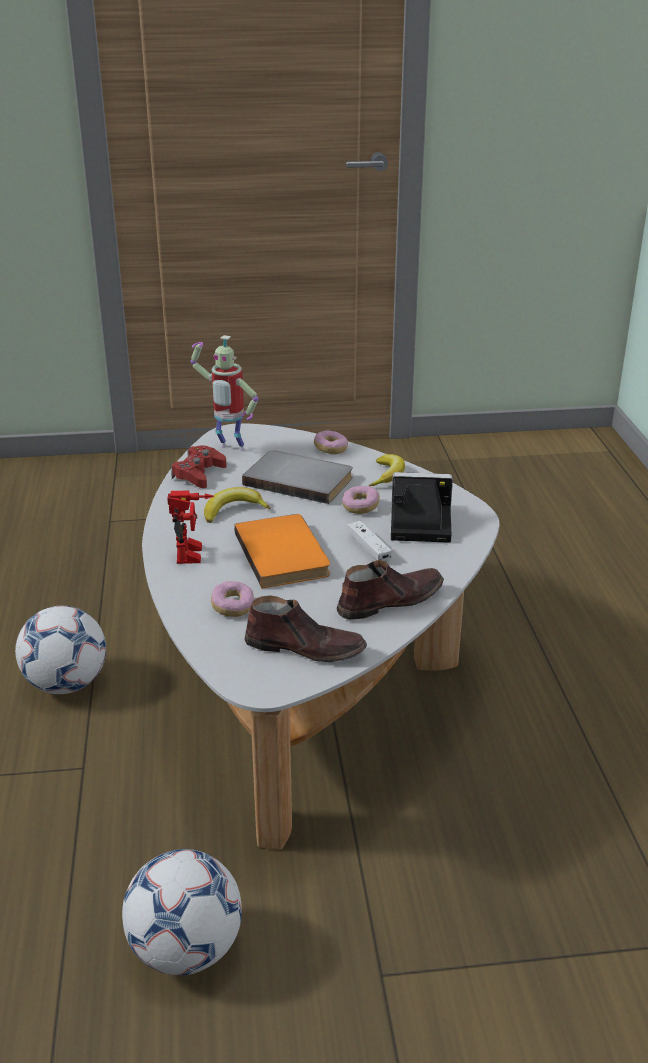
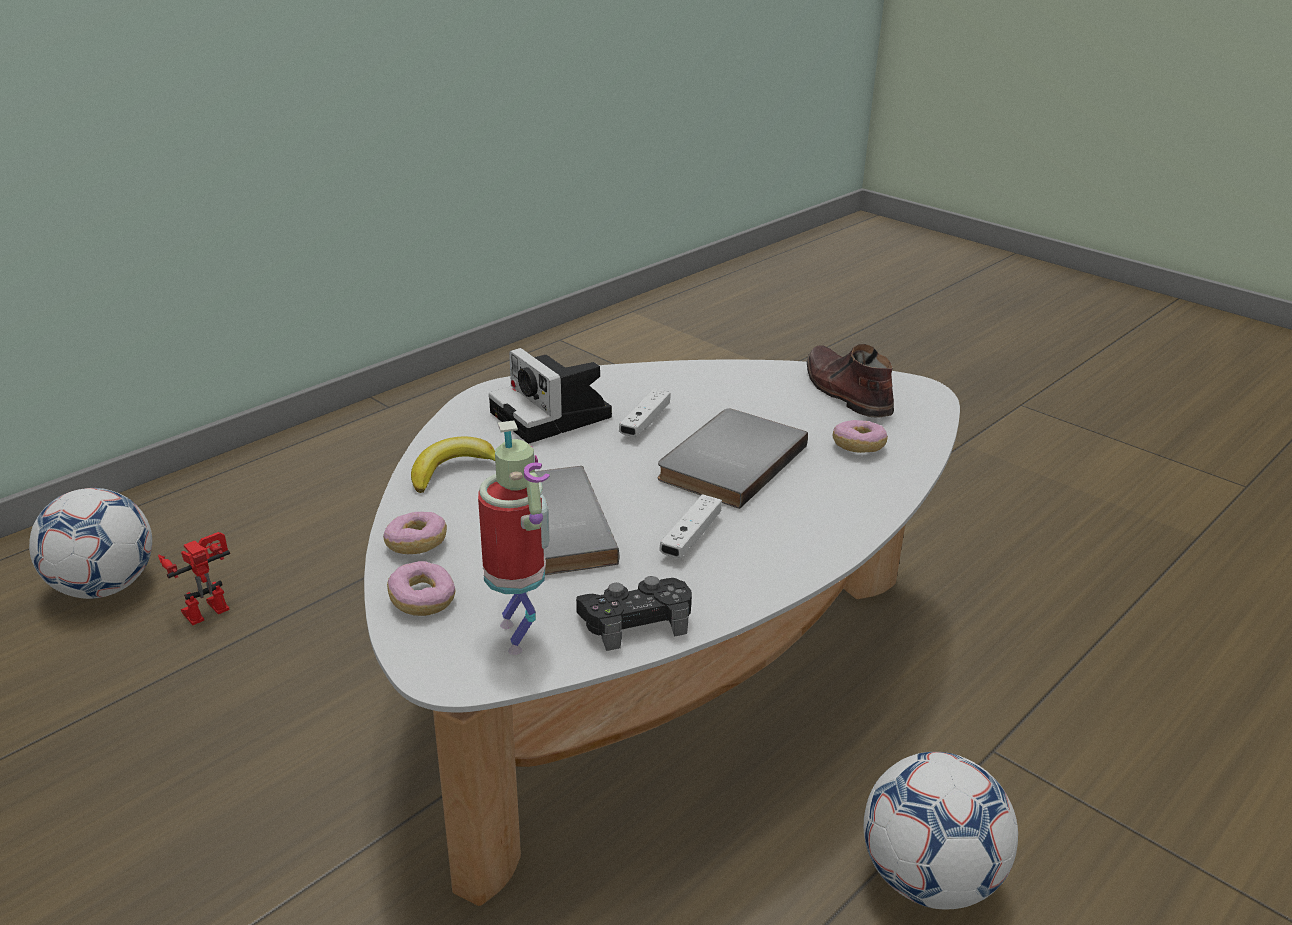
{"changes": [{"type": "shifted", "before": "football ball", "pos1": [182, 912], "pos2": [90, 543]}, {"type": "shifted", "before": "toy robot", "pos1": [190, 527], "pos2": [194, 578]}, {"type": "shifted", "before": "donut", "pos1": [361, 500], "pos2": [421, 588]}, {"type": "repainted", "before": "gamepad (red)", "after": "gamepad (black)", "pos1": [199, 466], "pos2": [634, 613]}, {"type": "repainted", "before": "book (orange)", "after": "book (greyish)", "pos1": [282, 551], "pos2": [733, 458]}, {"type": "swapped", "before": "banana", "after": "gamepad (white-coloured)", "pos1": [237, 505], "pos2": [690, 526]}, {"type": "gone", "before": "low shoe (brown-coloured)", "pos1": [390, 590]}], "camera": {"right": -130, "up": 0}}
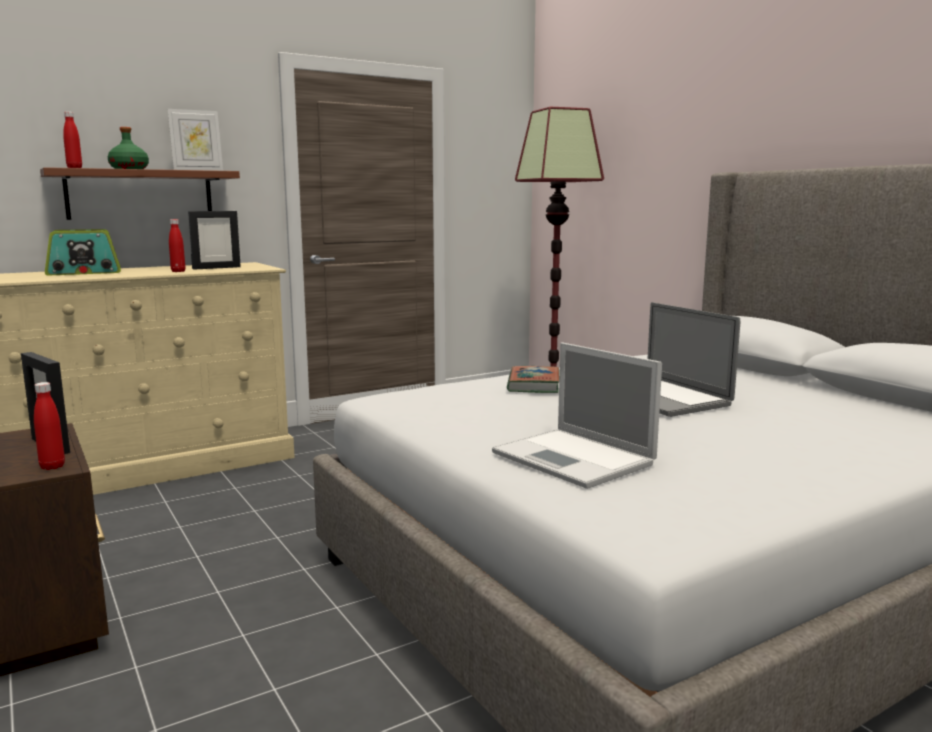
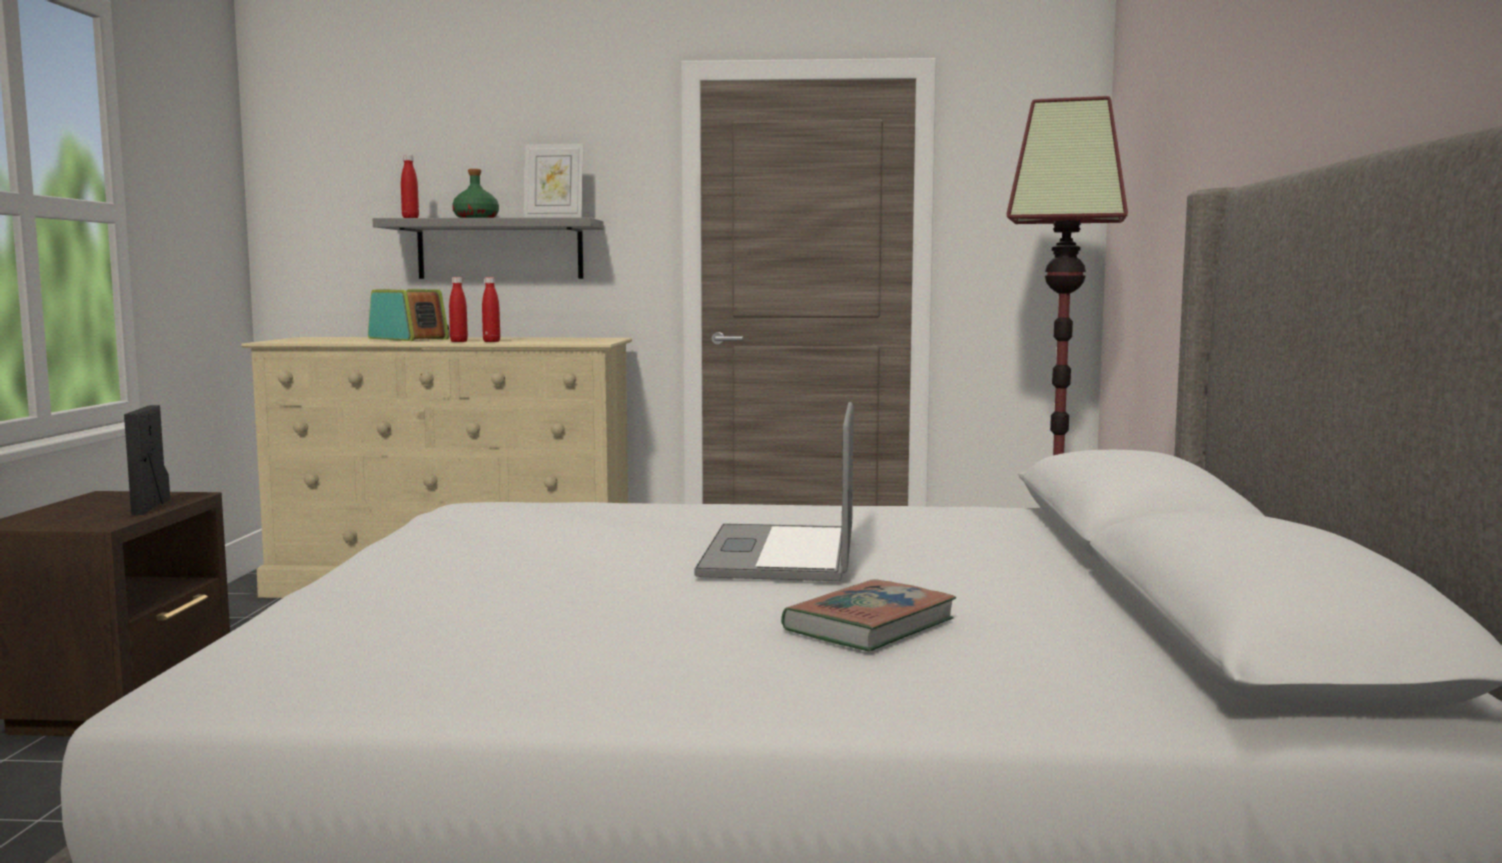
{"changes": [{"type": "rotated", "before": "radio set", "pos1": [83, 252], "pos2": [408, 315], "turn": -150}, {"type": "repainted", "before": "shelf (brown-coloured)", "after": "shelf (greyish)", "pos1": [140, 193], "pos2": [488, 248]}, {"type": "shifted", "before": "beverage bottle (red)", "pos1": [49, 426], "pos2": [458, 309]}, {"type": "shifted", "before": "book", "pos1": [533, 379], "pos2": [868, 615]}, {"type": "gone", "before": "picture frame", "pos1": [214, 240]}, {"type": "gone", "before": "laptop", "pos1": [577, 415]}], "camera": {"right": 35, "up": -5}}
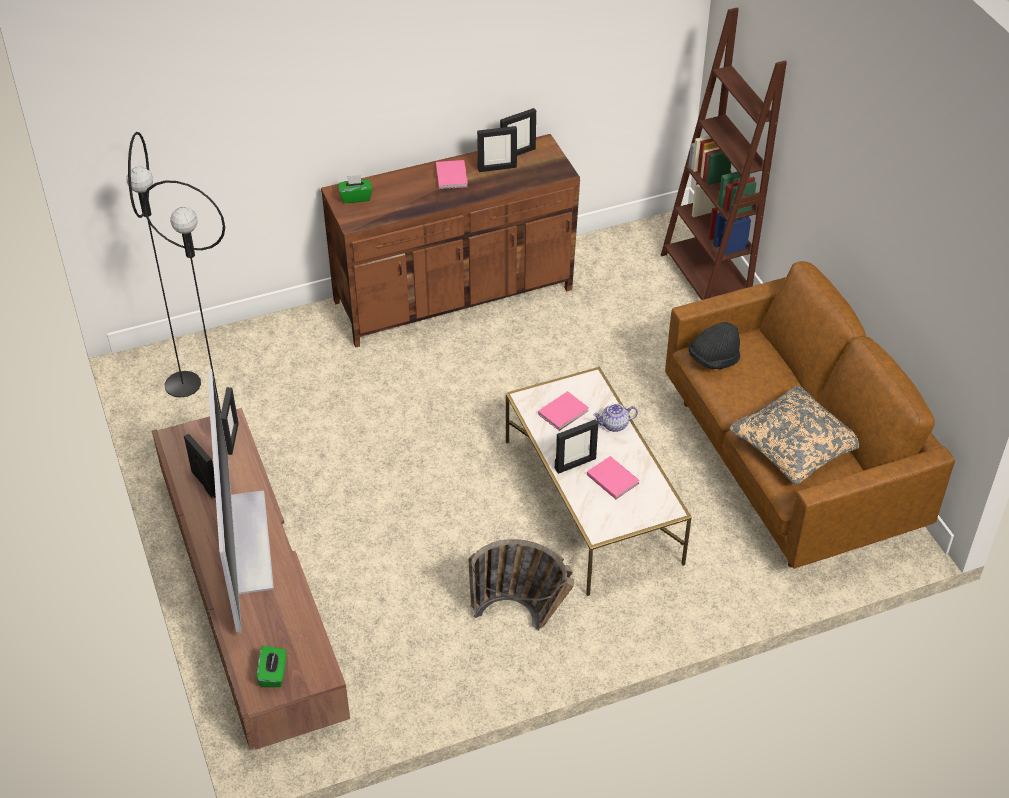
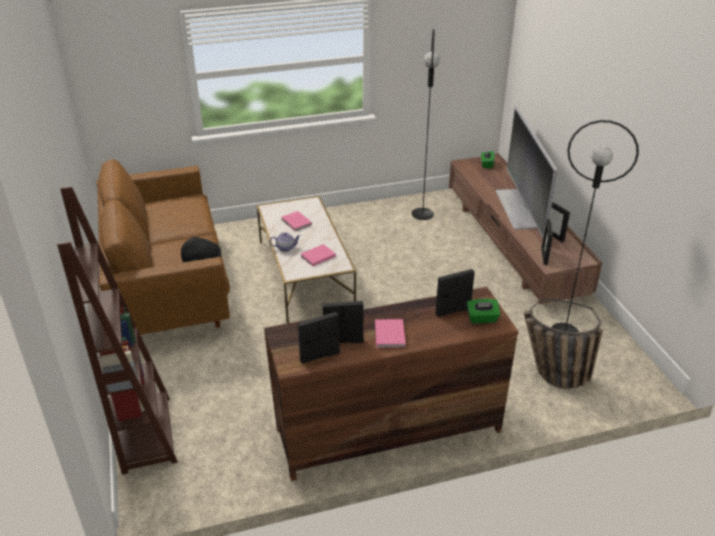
{"changes": [{"type": "shifted", "before": "standing lamp (black)", "pos1": [164, 265], "pos2": [426, 124]}, {"type": "shifted", "before": "picture frame", "pos1": [576, 446], "pos2": [455, 293]}, {"type": "shifted", "before": "basket", "pos1": [521, 585], "pos2": [563, 344]}, {"type": "gone", "before": "throw pillow (greyish)", "pos1": [794, 434]}], "camera": {"right": -175, "up": -10}}
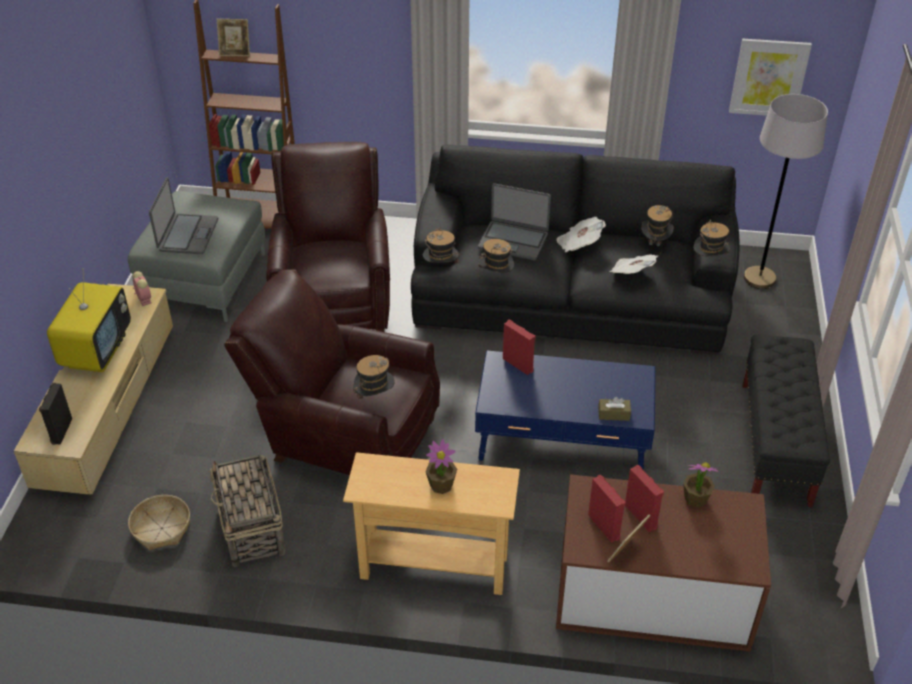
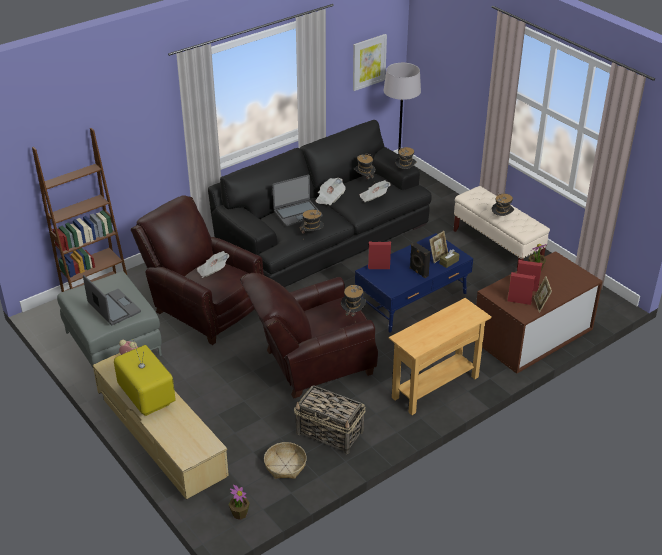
{"changes": [{"type": "new", "after": "daily paper", "pos2": [213, 264]}, {"type": "shifted", "before": "potted plant", "pos1": [441, 466], "pos2": [239, 502]}, {"type": "shifted", "before": "audio speaker (black)", "pos1": [55, 414], "pos2": [420, 260]}, {"type": "shifted", "before": "picture frame", "pos1": [233, 37], "pos2": [438, 247]}, {"type": "repainted", "before": "long seat (black)", "after": "long seat (beige)", "pos1": [786, 421], "pos2": [502, 228]}, {"type": "shifted", "before": "wearable hat", "pos1": [441, 244], "pos2": [503, 204]}], "camera": {"right": -45, "up": -5}}
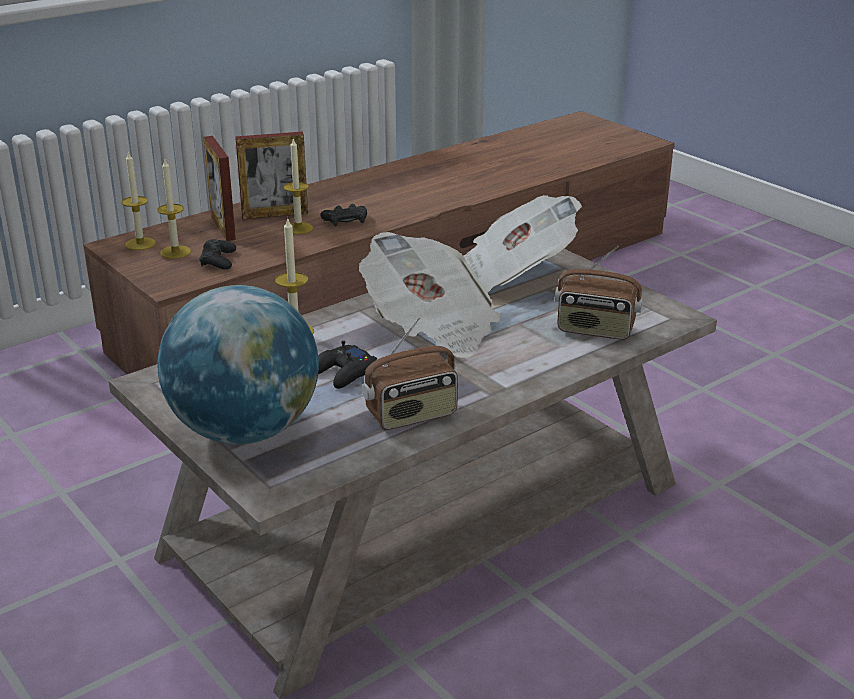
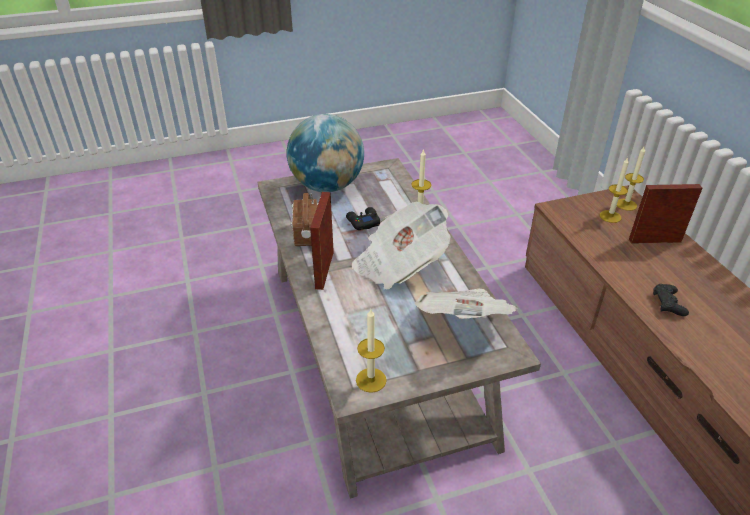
{"changes": [{"type": "shifted", "before": "picture frame", "pos1": [271, 175], "pos2": [322, 241]}, {"type": "shifted", "before": "wax light", "pos1": [298, 185], "pos2": [371, 351]}, {"type": "gone", "before": "gamepad (black)", "pos1": [217, 254]}, {"type": "gone", "before": "radio set", "pos1": [599, 293]}], "camera": {"right": 110, "up": 10}}
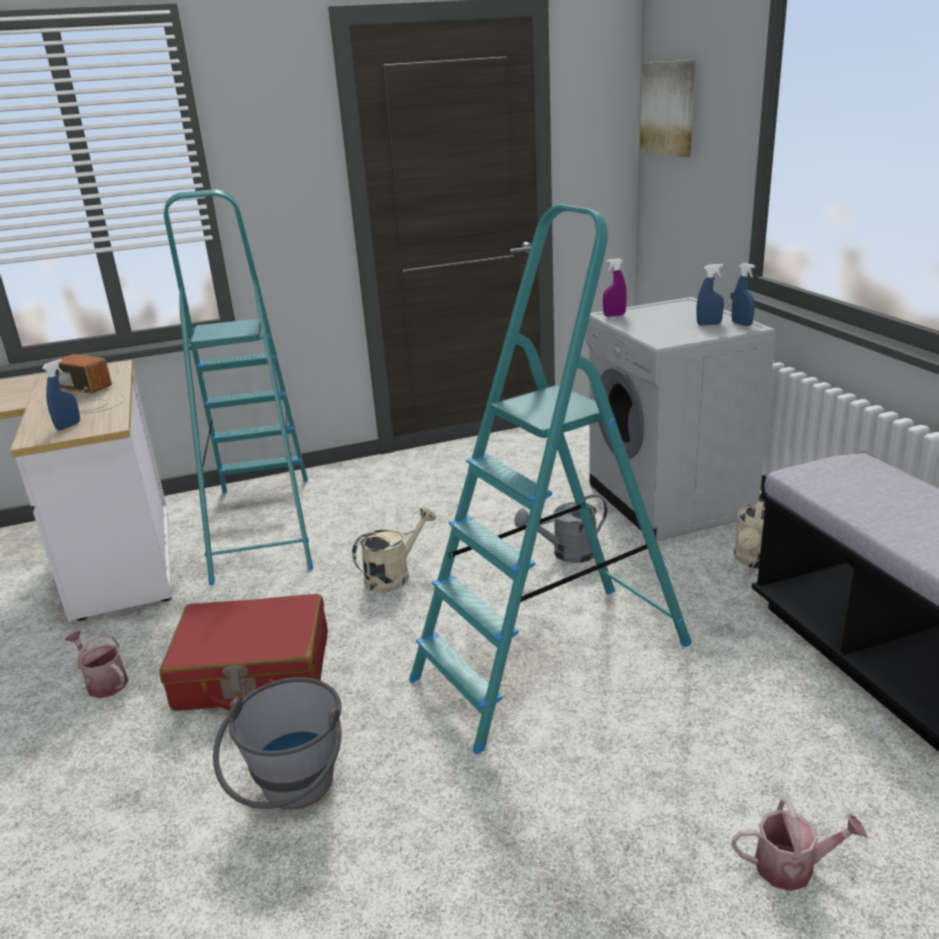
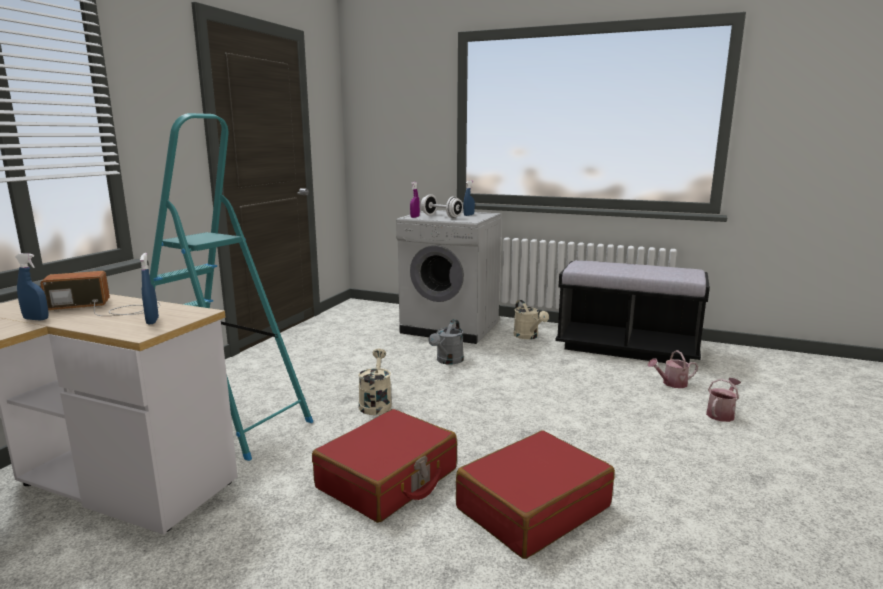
{"changes": [{"type": "shifted", "before": "spray bottle (bluish)", "pos1": [743, 294], "pos2": [32, 287]}, {"type": "new", "after": "dumbbell (white-coloured)", "pos2": [442, 206]}, {"type": "swapped", "before": "pail (greyish)", "after": "suitcase (red)", "pos1": [277, 743], "pos2": [535, 494]}, {"type": "shifted", "before": "watering can", "pos1": [96, 664], "pos2": [673, 369]}, {"type": "gone", "before": "step stool (blue-green)", "pos1": [550, 479]}, {"type": "gone", "before": "wall art", "pos1": [667, 108]}], "camera": {"right": -50, "up": -10}}
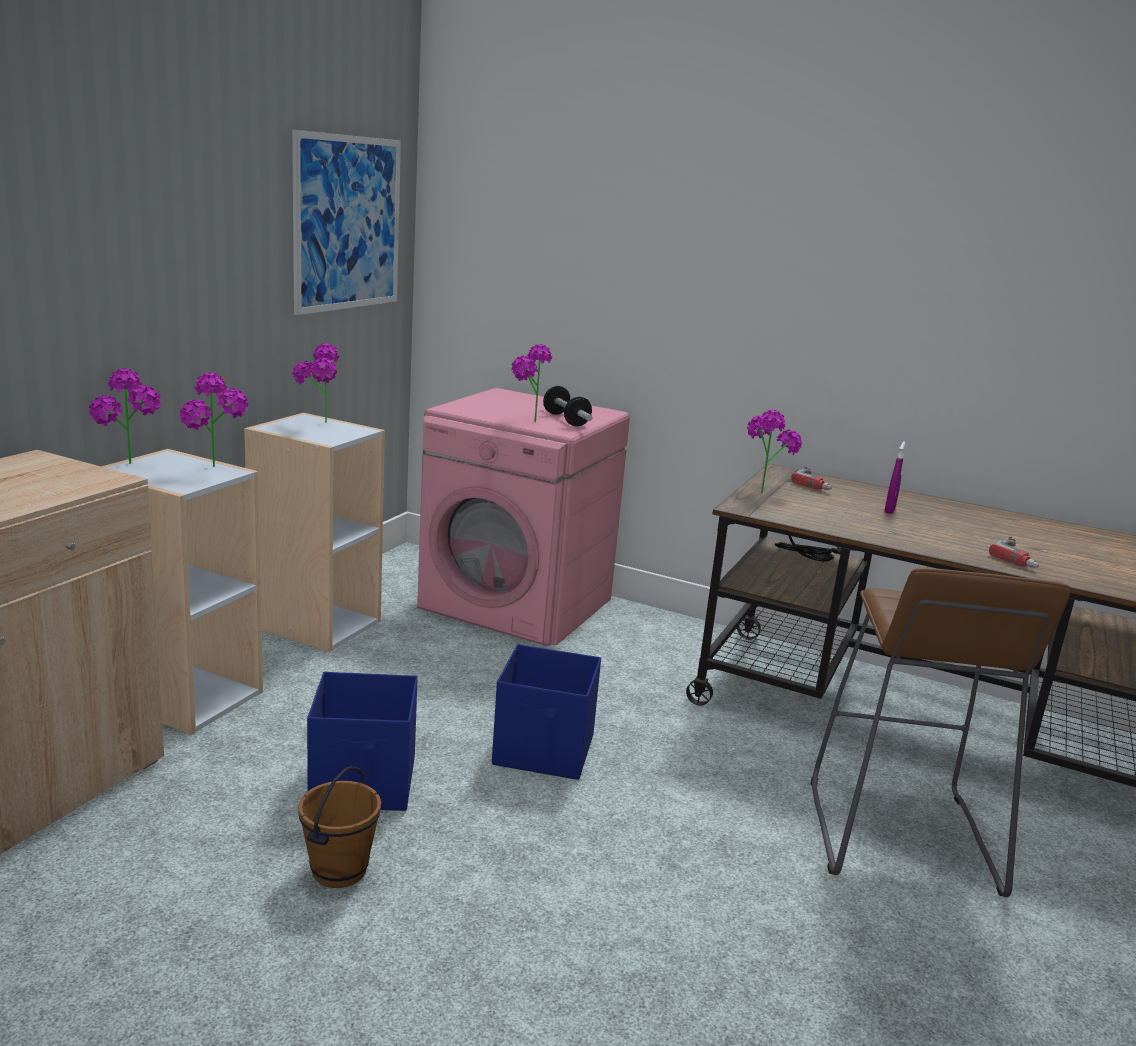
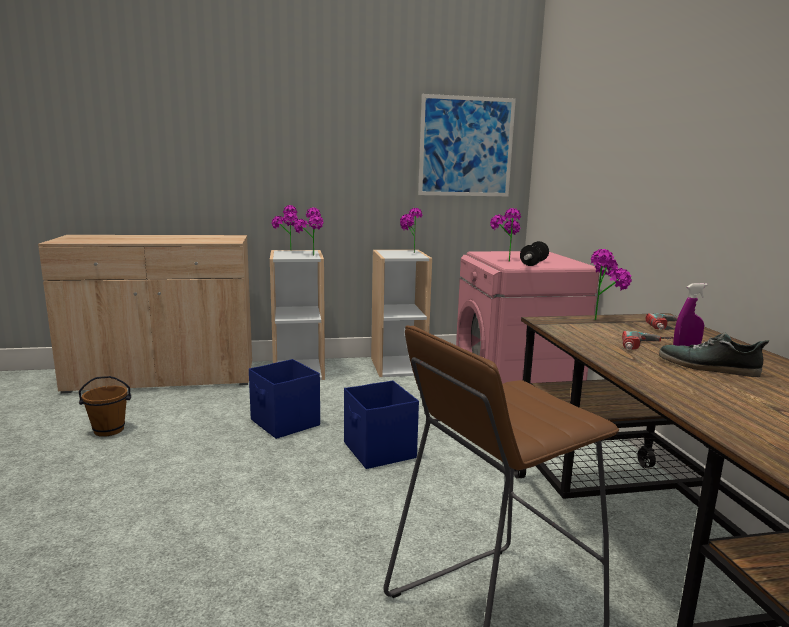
{"changes": [{"type": "shifted", "before": "pail (brown-coloured)", "pos1": [339, 827], "pos2": [105, 406]}, {"type": "shifted", "before": "drill", "pos1": [1014, 552], "pos2": [648, 340]}, {"type": "new", "after": "low shoe", "pos2": [714, 354]}], "camera": {"right": 55, "up": -5}}
